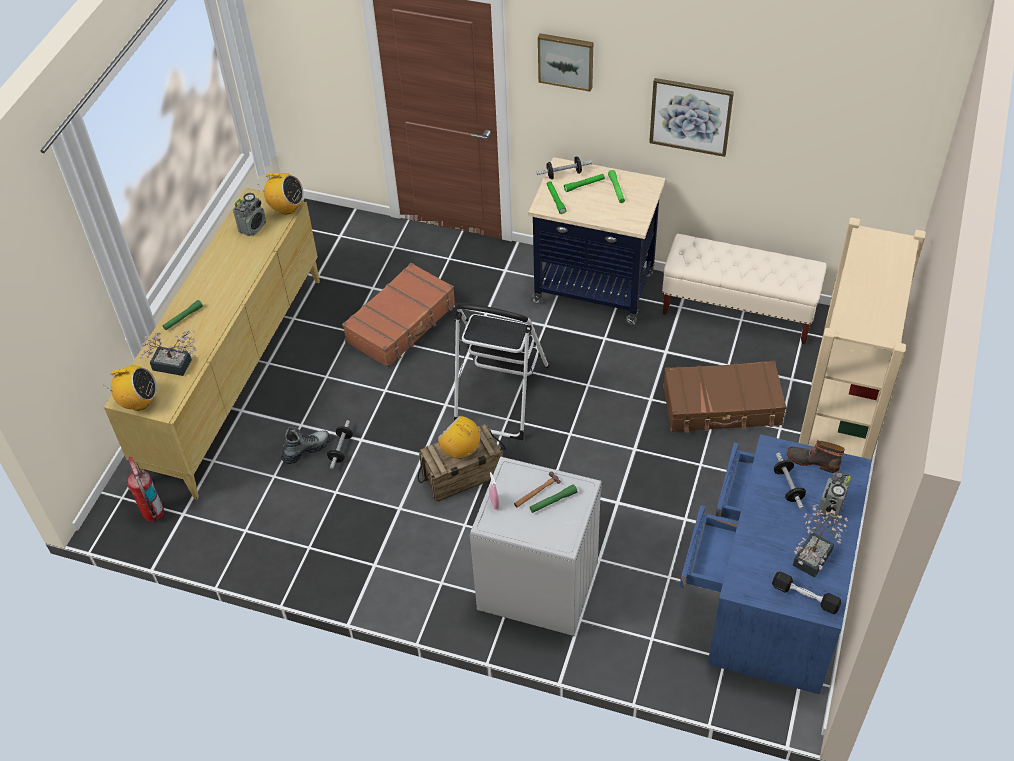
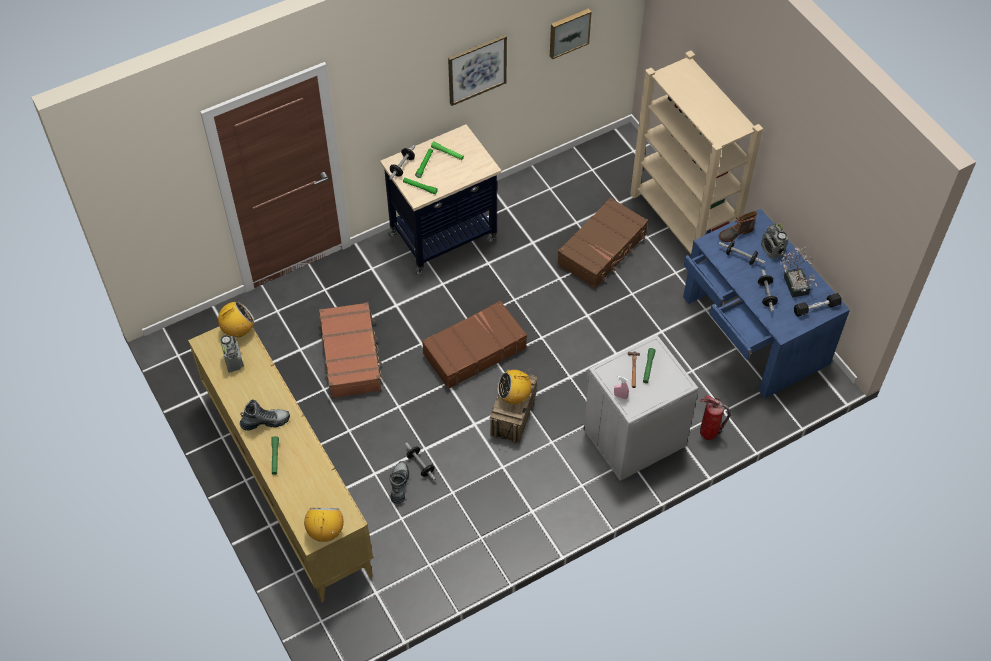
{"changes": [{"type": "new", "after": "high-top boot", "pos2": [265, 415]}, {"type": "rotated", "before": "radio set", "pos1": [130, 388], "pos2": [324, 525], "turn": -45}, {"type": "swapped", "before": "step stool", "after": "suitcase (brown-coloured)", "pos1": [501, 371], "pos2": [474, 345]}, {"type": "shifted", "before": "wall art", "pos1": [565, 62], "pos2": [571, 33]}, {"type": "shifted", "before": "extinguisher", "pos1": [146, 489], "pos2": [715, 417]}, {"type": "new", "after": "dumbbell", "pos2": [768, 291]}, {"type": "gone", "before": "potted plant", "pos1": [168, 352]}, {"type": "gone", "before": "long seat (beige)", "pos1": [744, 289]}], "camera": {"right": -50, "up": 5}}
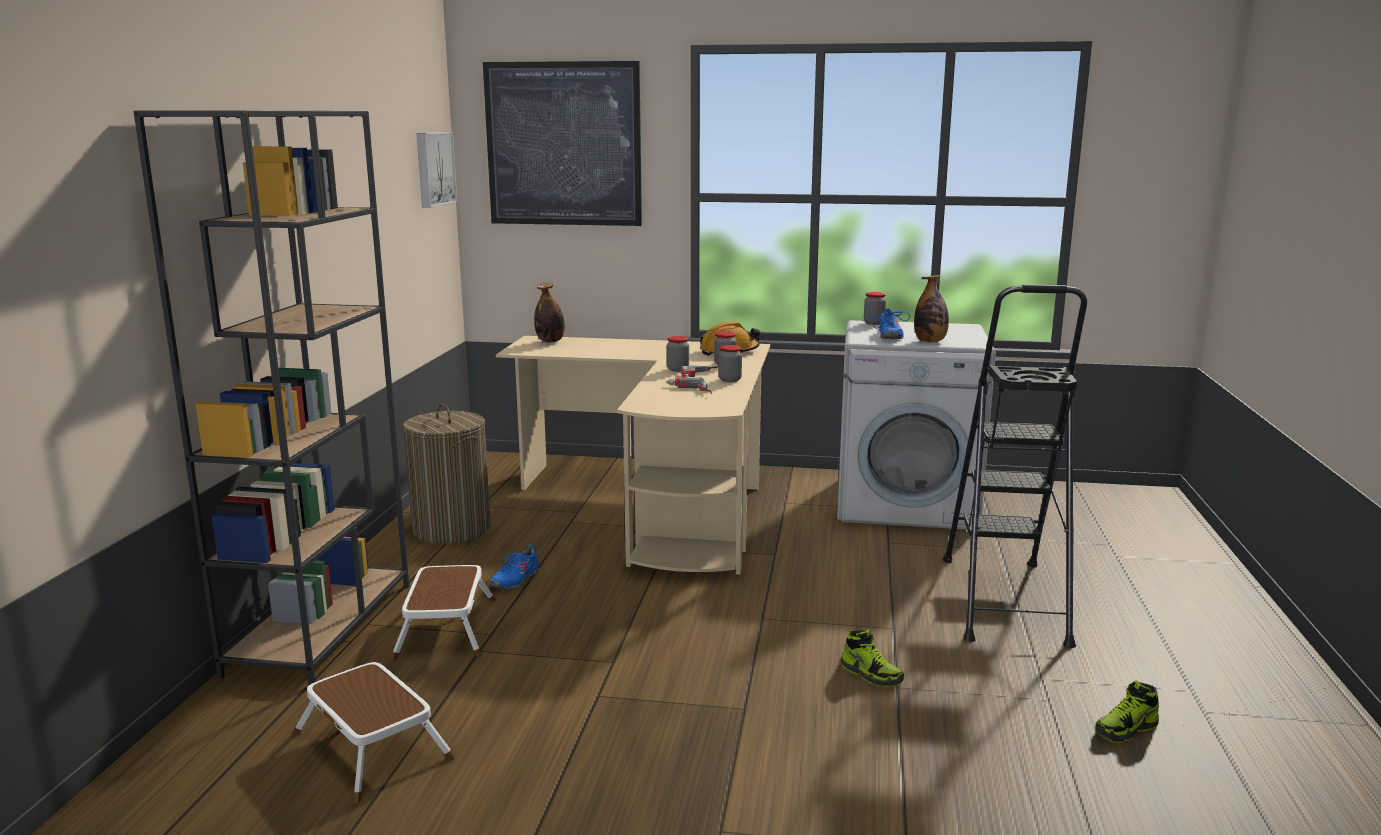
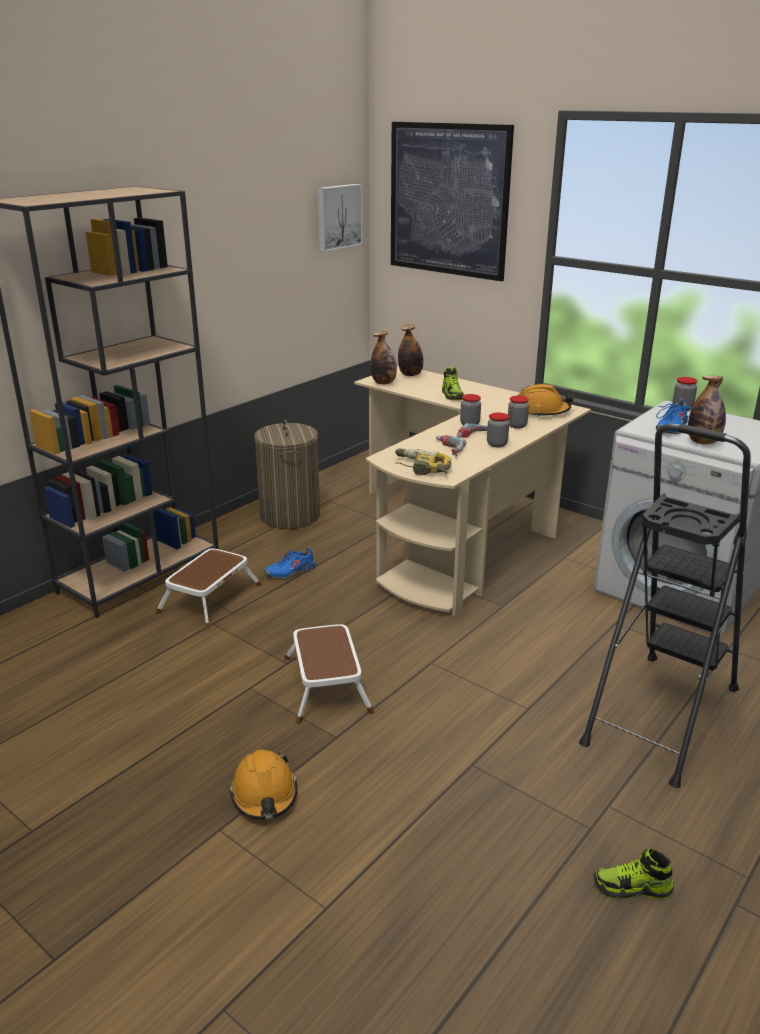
{"changes": [{"type": "new", "after": "safety helmet (orange)", "pos2": [263, 785]}, {"type": "shifted", "before": "step stool (brown-coloured)", "pos1": [374, 733], "pos2": [329, 674]}, {"type": "new", "after": "beverage bottle", "pos2": [384, 357]}, {"type": "new", "after": "drill", "pos2": [423, 461]}, {"type": "shifted", "before": "low shoe", "pos1": [872, 658], "pos2": [453, 383]}], "camera": {"right": 30, "up": 10}}
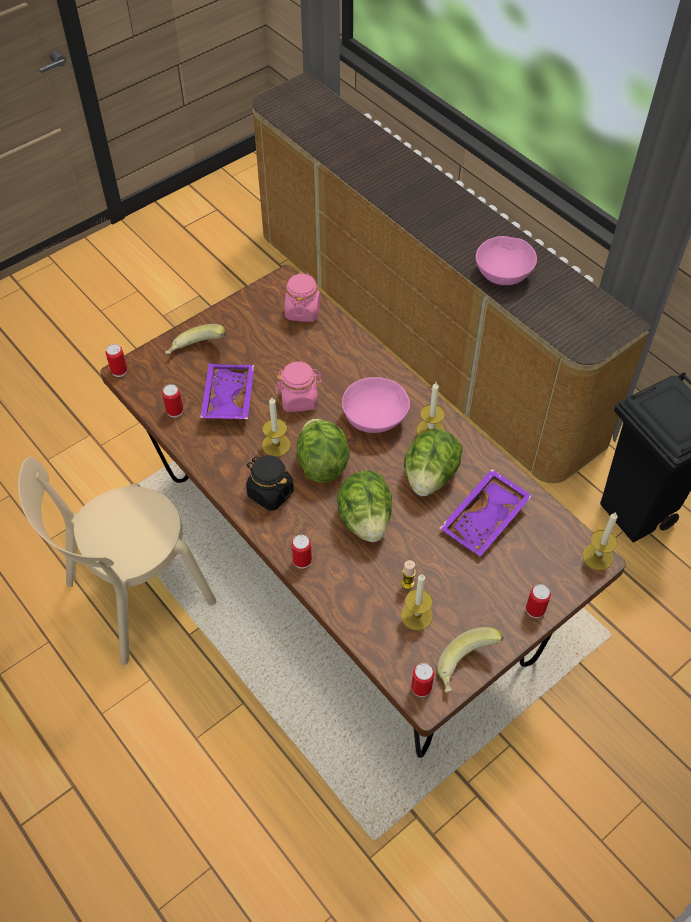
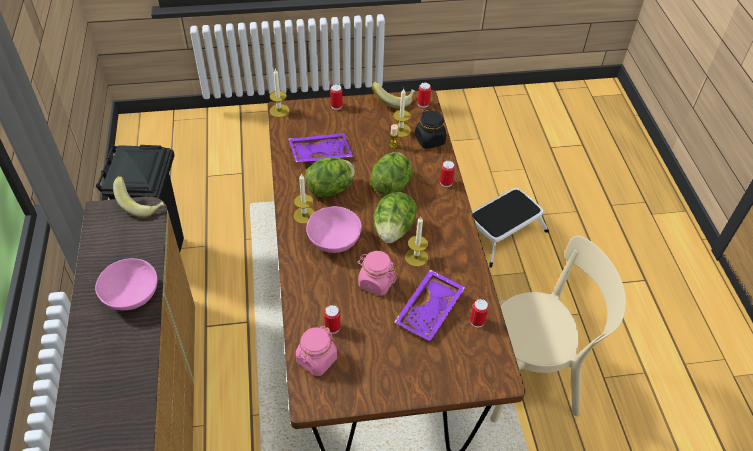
{"changes": [{"type": "shifted", "before": "banana", "pos1": [195, 339], "pos2": [138, 197]}, {"type": "shifted", "before": "sealed can", "pos1": [116, 360], "pos2": [332, 319]}, {"type": "shifted", "before": "storage jar (black)", "pos1": [270, 483], "pos2": [431, 129]}, {"type": "new", "after": "step stool (black)", "pos2": [510, 227]}], "camera": {"right": -150, "up": -5}}
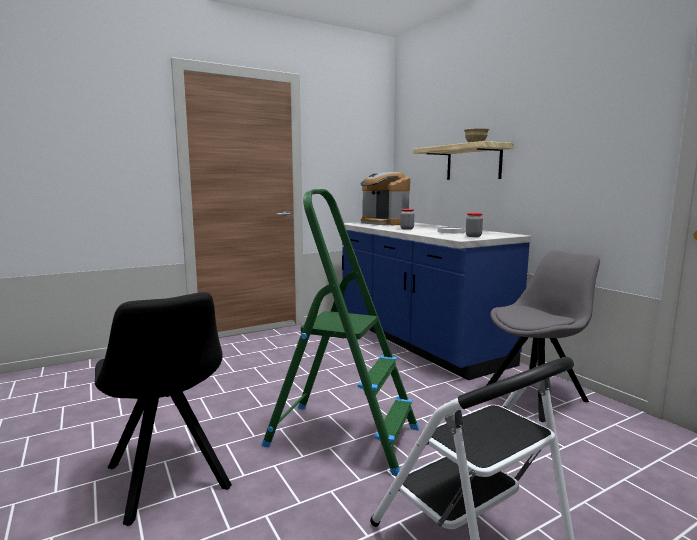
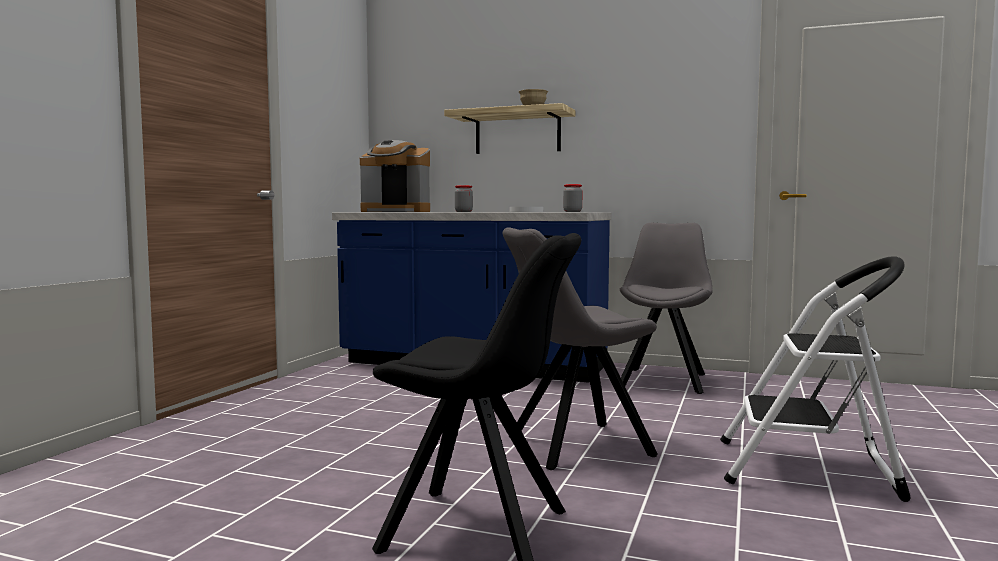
{"changes": [{"type": "swapped", "before": "step stool (greenish)", "after": "chair (greyish)", "pos1": [340, 332], "pos2": [580, 348]}], "camera": {"right": -40, "up": -5}}
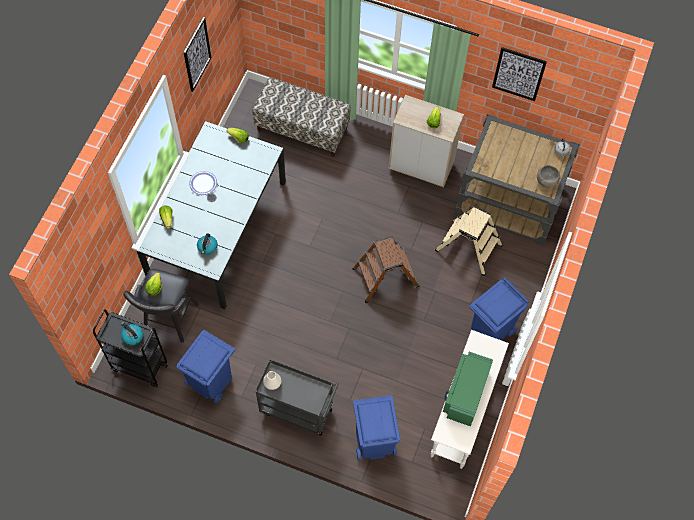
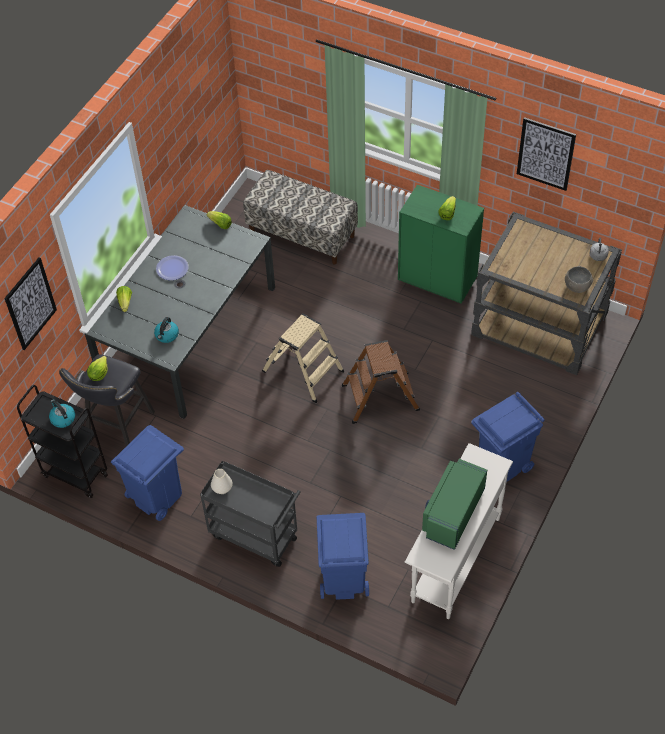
{"changes": [{"type": "shifted", "before": "wall art", "pos1": [197, 54], "pos2": [30, 303]}, {"type": "shifted", "before": "step stool (beige)", "pos1": [469, 241], "pos2": [303, 358]}, {"type": "repainted", "before": "cabinet (beige)", "after": "cabinet (greenish)", "pos1": [426, 141], "pos2": [441, 243]}], "camera": {"right": 10, "up": -10}}
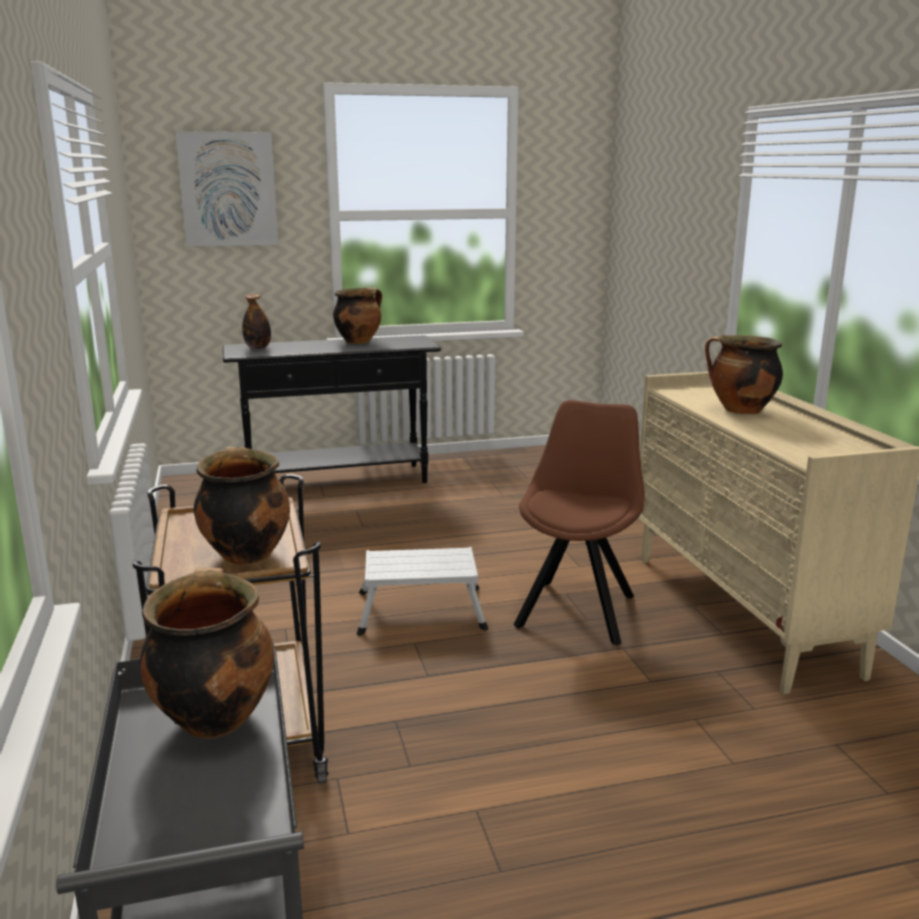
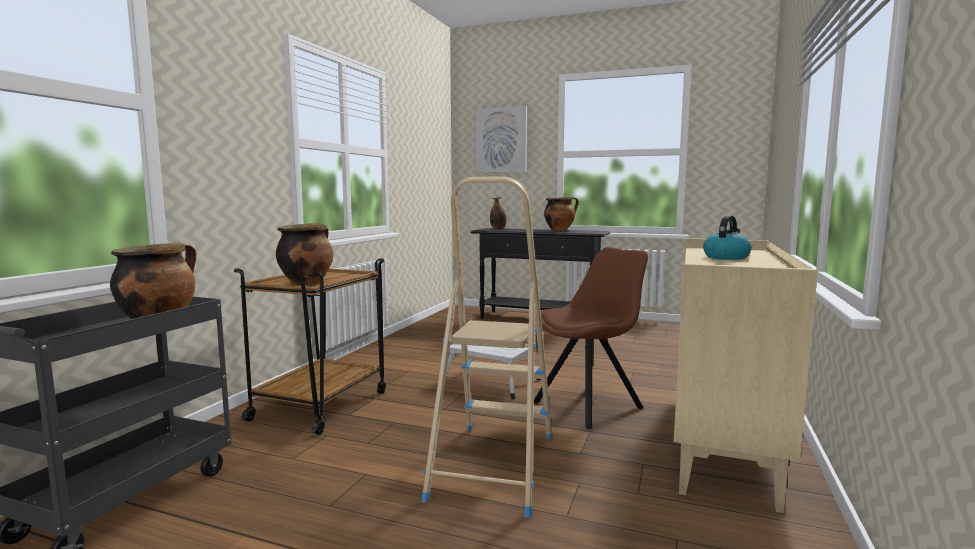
{"changes": [{"type": "new", "after": "step stool (beige)", "pos2": [486, 347]}, {"type": "swapped", "before": "stockpot", "after": "kettle", "pos1": [744, 374], "pos2": [727, 237]}], "camera": {"right": 35, "up": -10}}
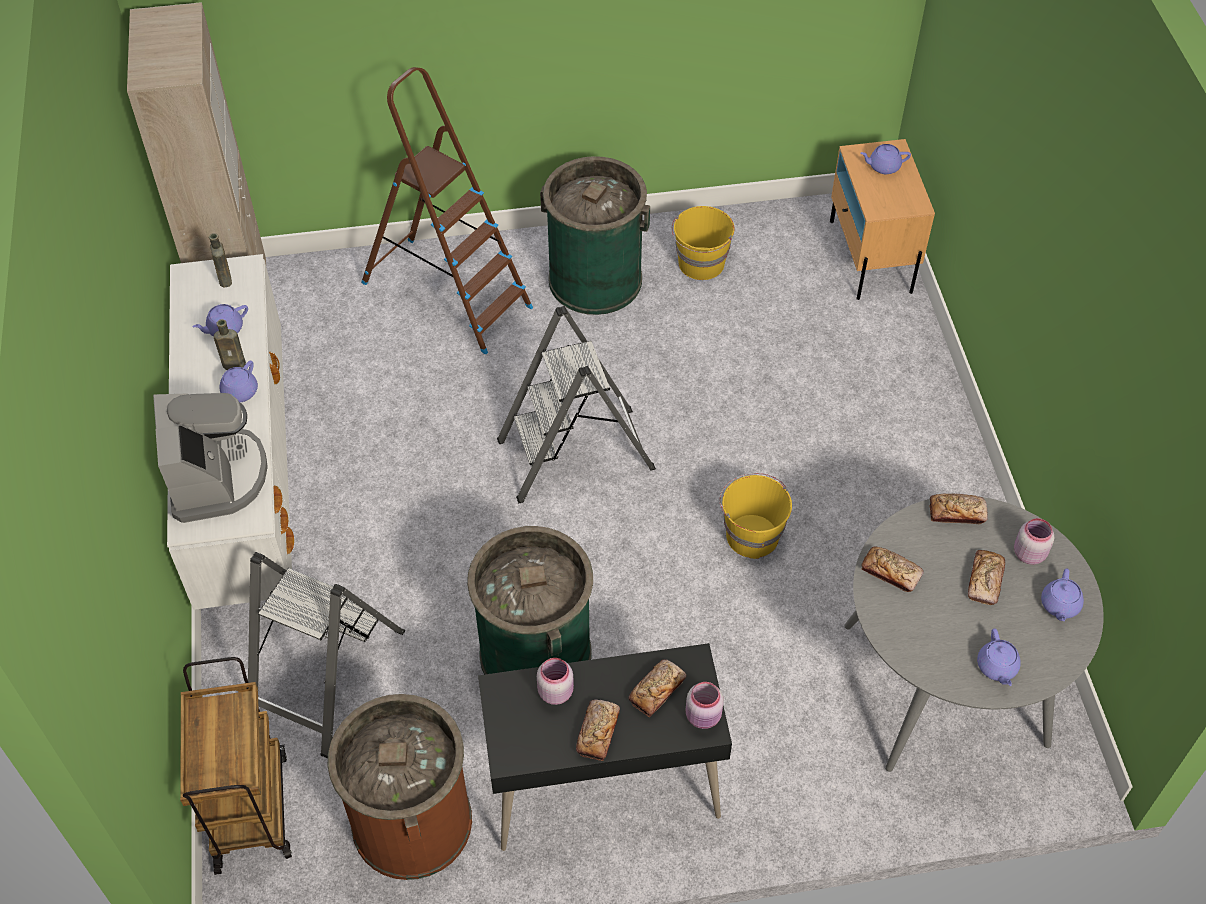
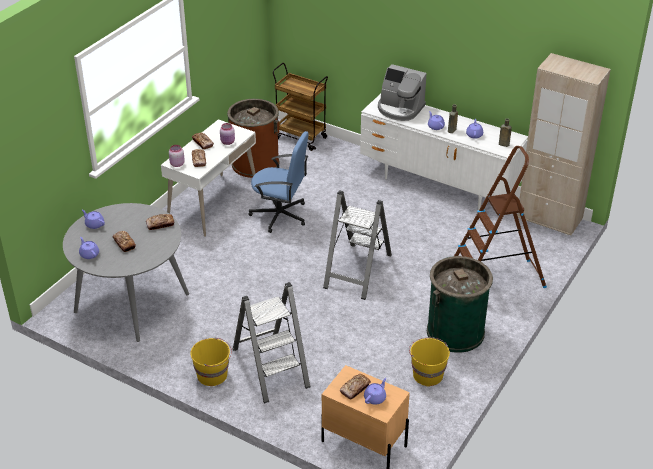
{"changes": [{"type": "repainted", "before": "desk table (black)", "after": "desk table (white-coloured)", "pos1": [605, 747], "pos2": [208, 178]}, {"type": "shifted", "before": "pail (yellow-coloured)", "pos1": [756, 516], "pos2": [211, 361]}, {"type": "shifted", "before": "step stool (greyish)", "pos1": [326, 655], "pos2": [271, 342]}, {"type": "swapped", "before": "trash can (greenish)", "after": "office chair (bluish)", "pos1": [530, 600], "pos2": [278, 182]}, {"type": "shifted", "before": "baked bread", "pos1": [959, 509], "pos2": [355, 386]}, {"type": "gone", "before": "storage jar (pinkish)", "pos1": [1034, 541]}], "camera": {"right": 130, "up": -15}}
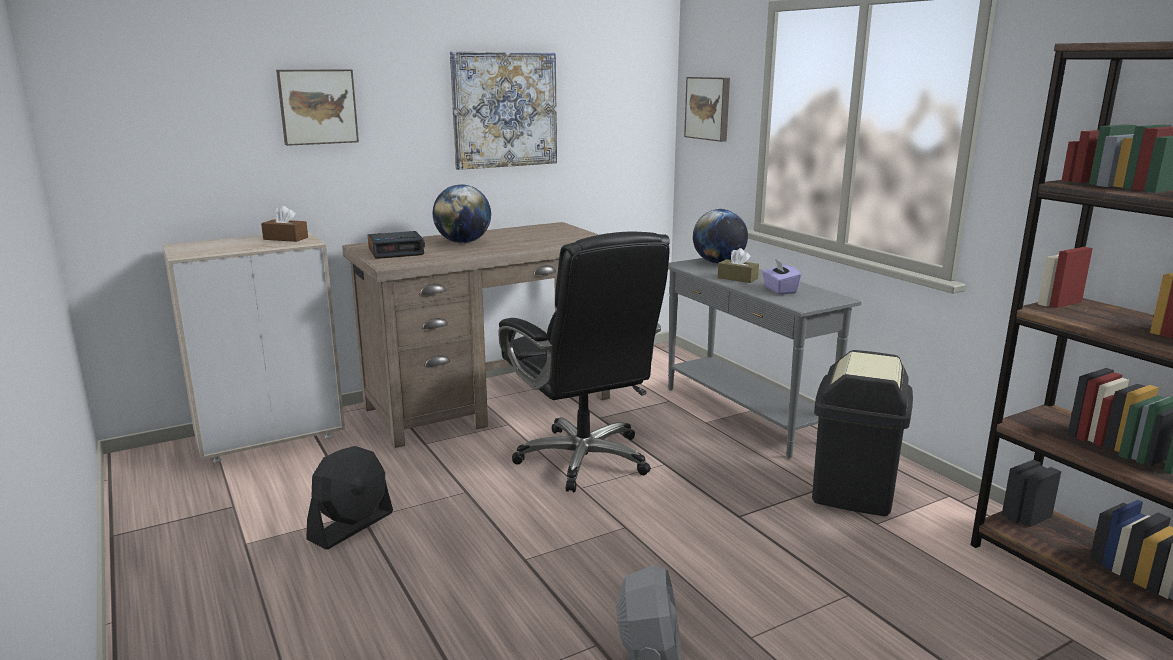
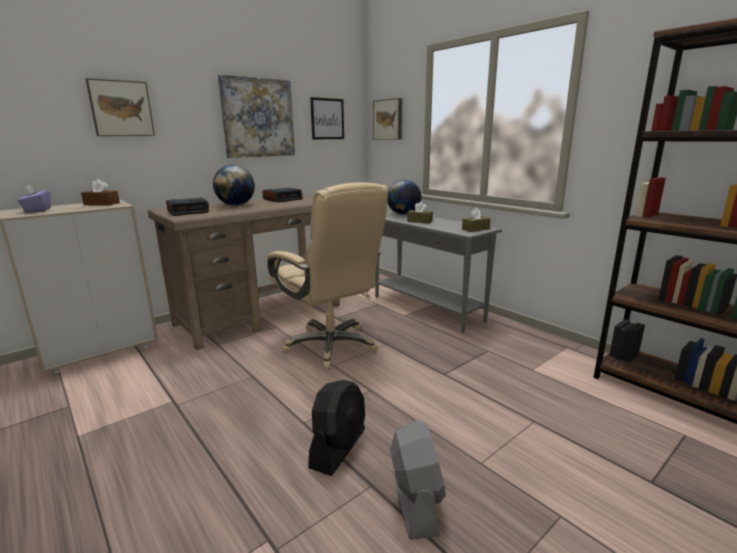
{"changes": [{"type": "shifted", "before": "tissue box (purplish)", "pos1": [781, 276], "pos2": [34, 199]}, {"type": "new", "after": "alarm clock", "pos2": [282, 195]}, {"type": "repainted", "before": "office chair (black)", "after": "office chair (beige)", "pos1": [584, 362], "pos2": [327, 275]}, {"type": "shifted", "before": "electric fan (black)", "pos1": [349, 498], "pos2": [336, 428]}, {"type": "new", "after": "wall art", "pos2": [327, 118]}, {"type": "new", "after": "tissue box (brown-coloured)", "pos2": [476, 220]}, {"type": "gone", "before": "trash can (black)", "pos1": [862, 433]}], "camera": {"right": -10, "up": 0}}
